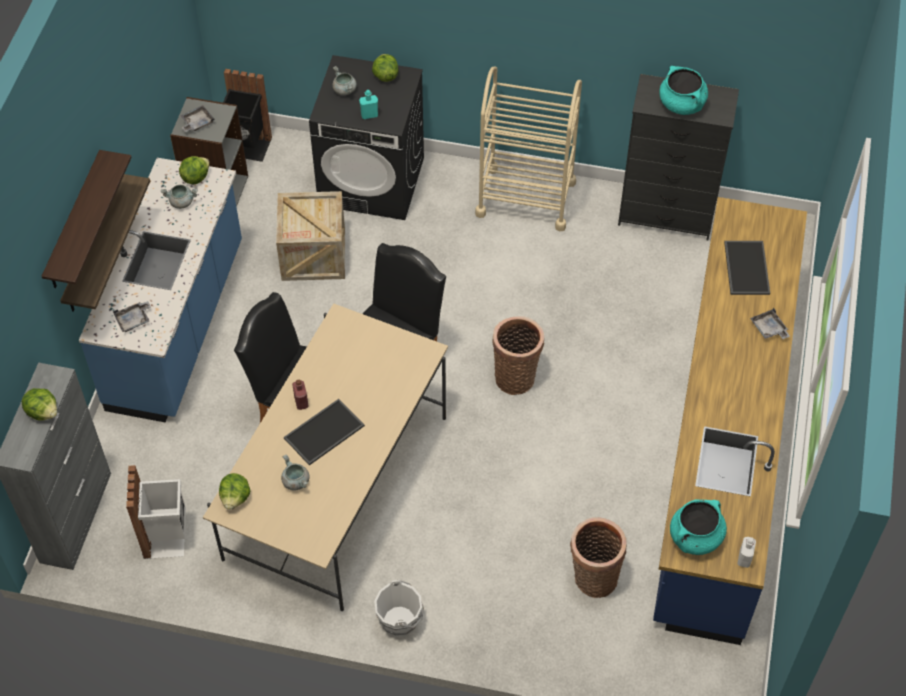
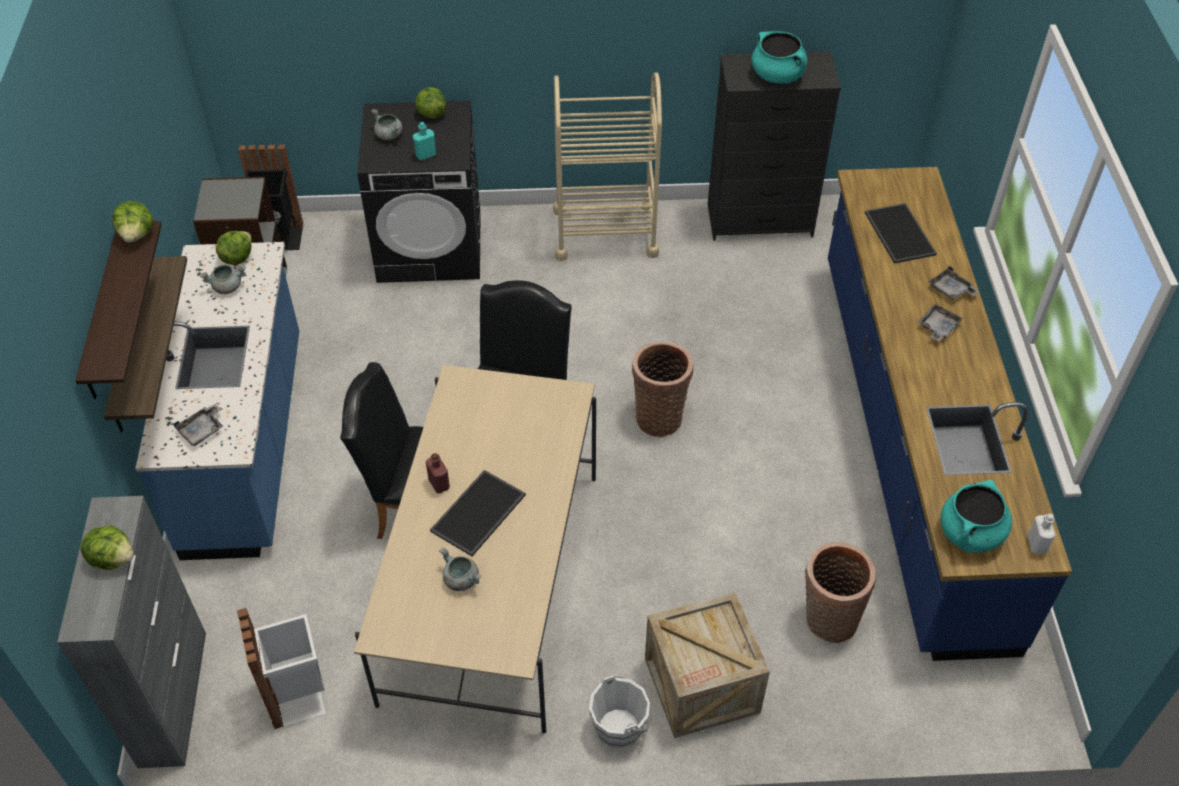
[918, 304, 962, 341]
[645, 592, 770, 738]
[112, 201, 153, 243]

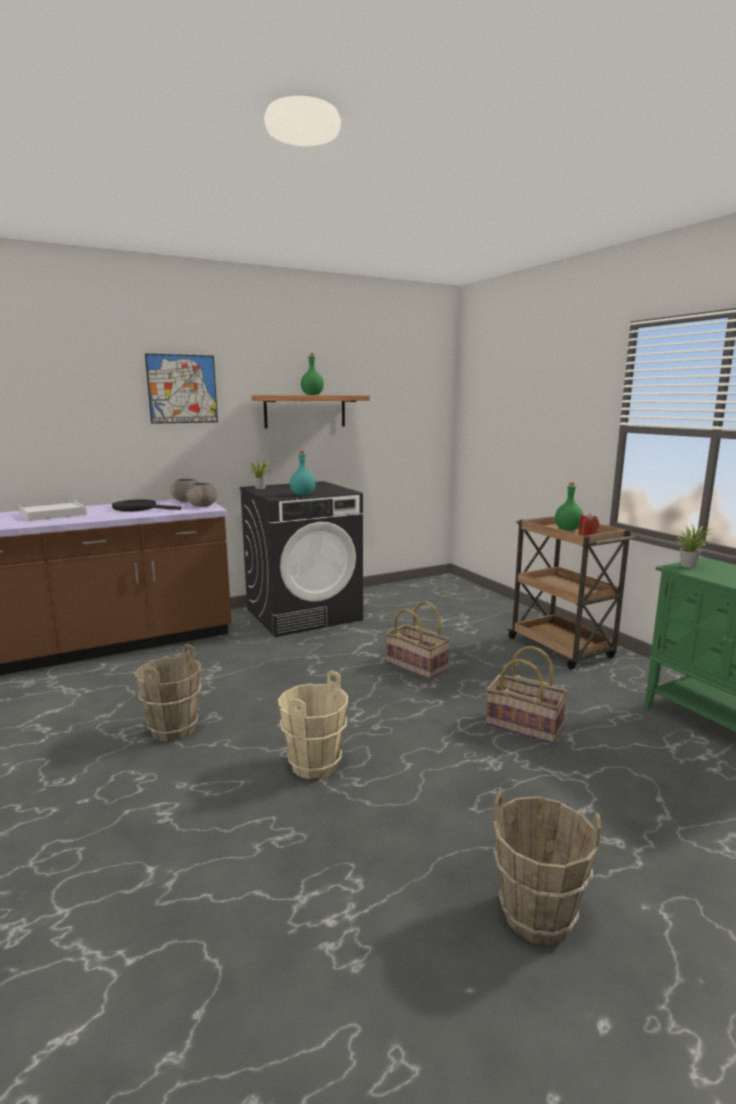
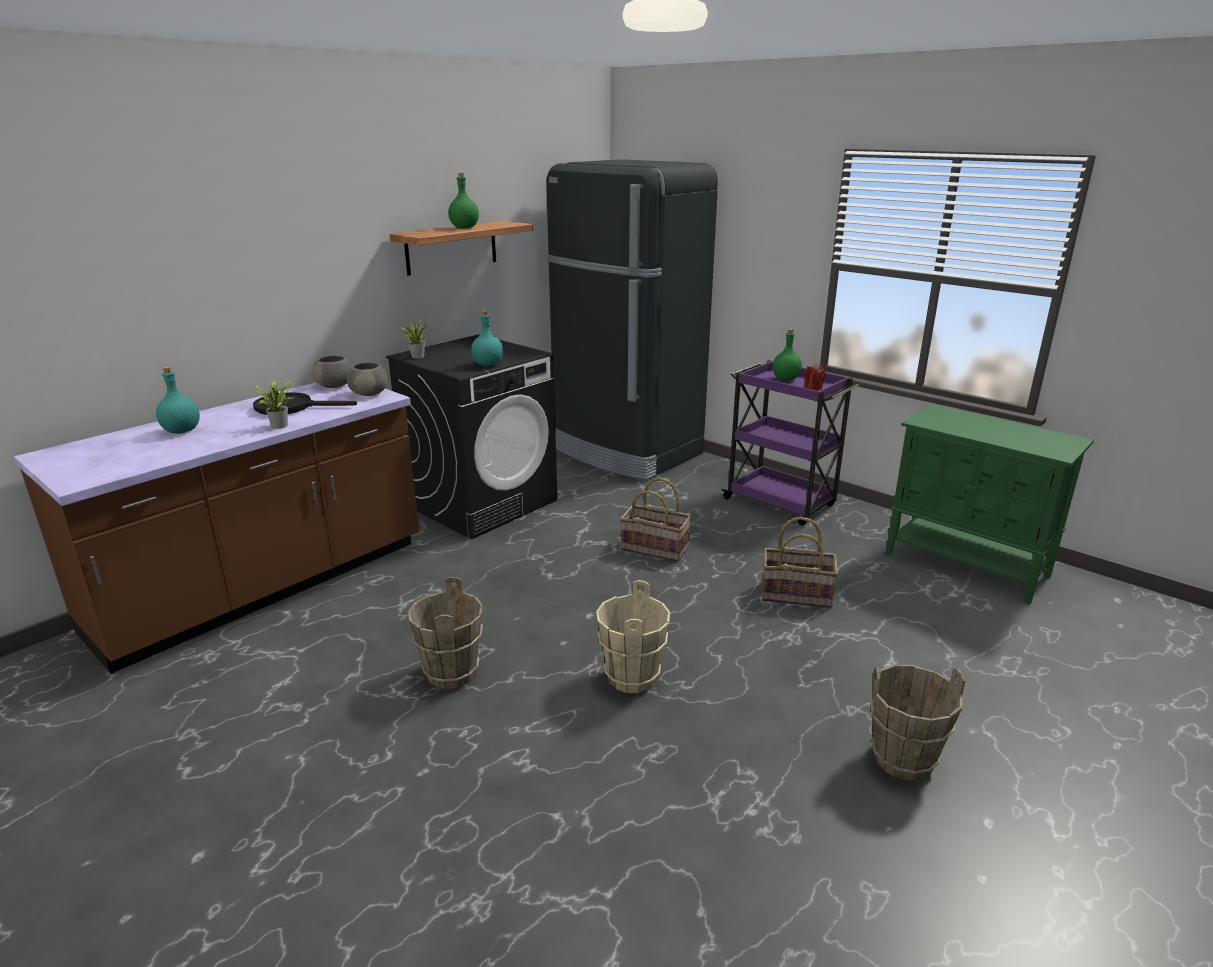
[145, 354, 218, 424] (first image)
[156, 367, 200, 434]
[721, 360, 859, 526]
[254, 379, 296, 429]
[546, 159, 718, 480]

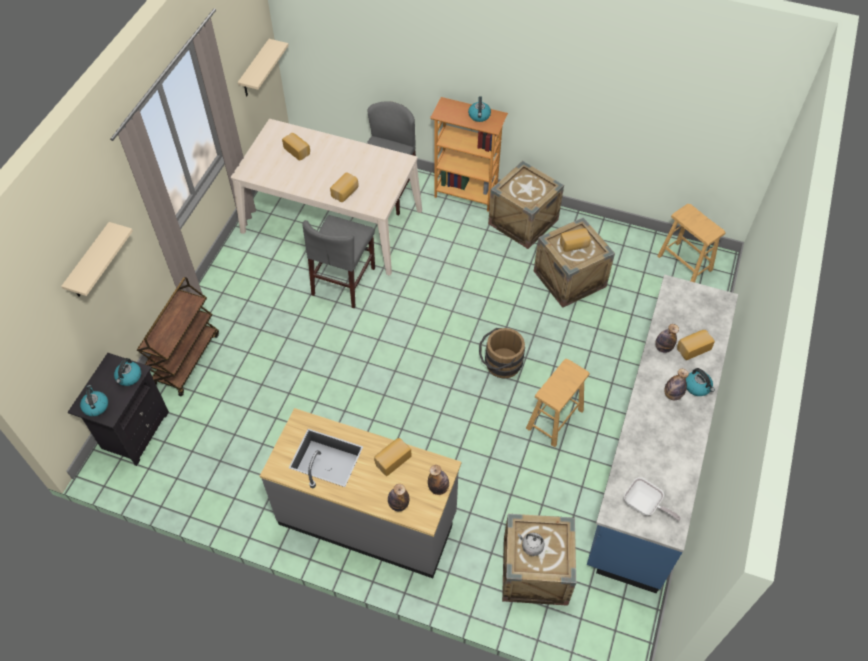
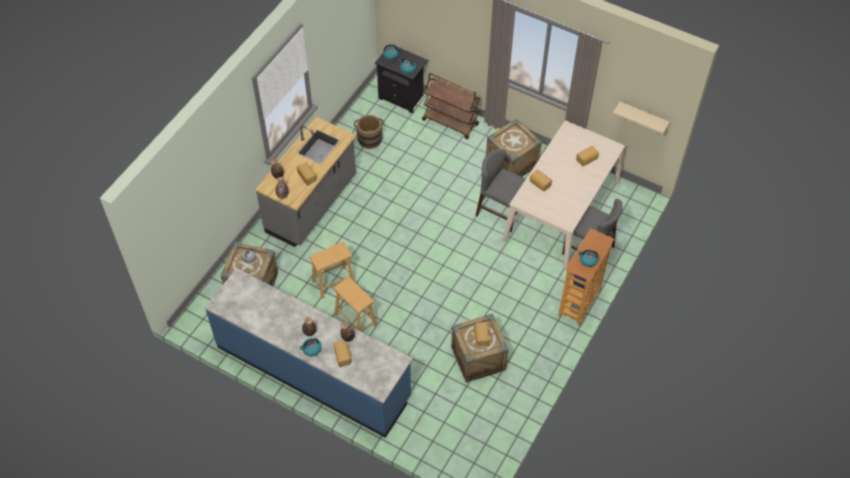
[486, 119, 542, 177]
[309, 242, 355, 299]
[61, 222, 133, 297] (first image)
[354, 115, 384, 149]
[624, 477, 681, 521] (first image)

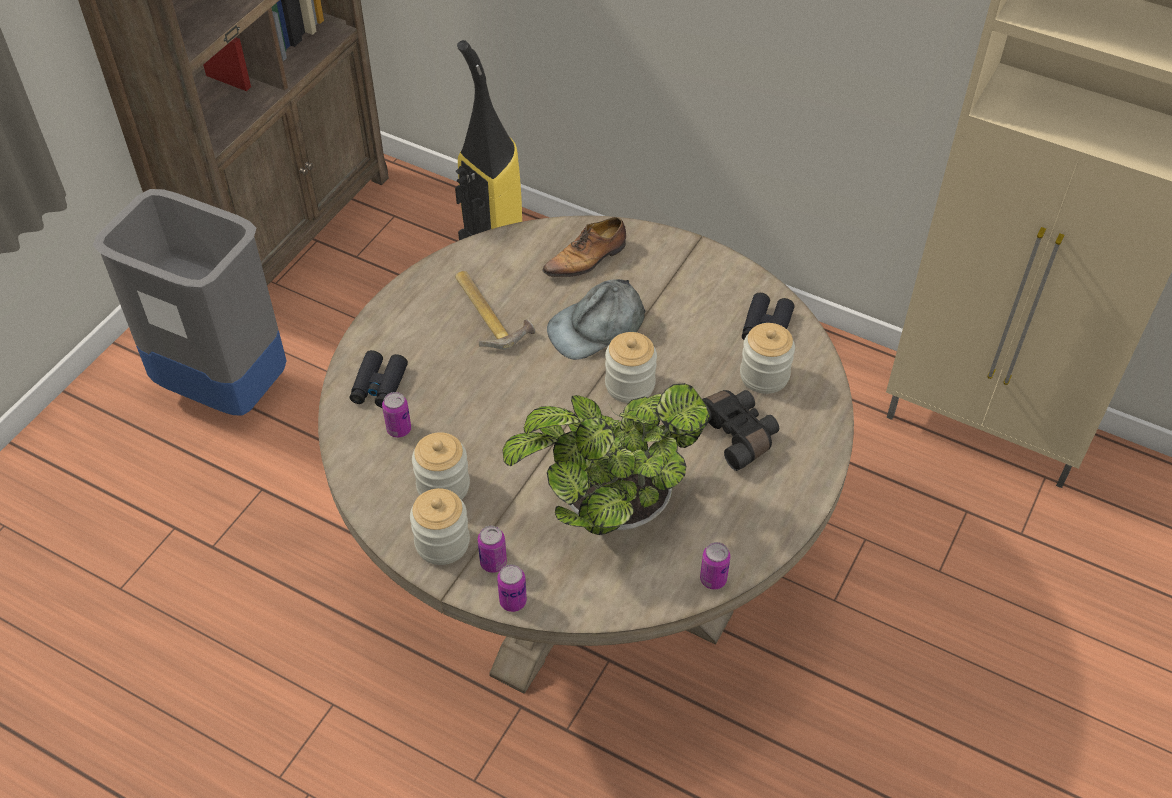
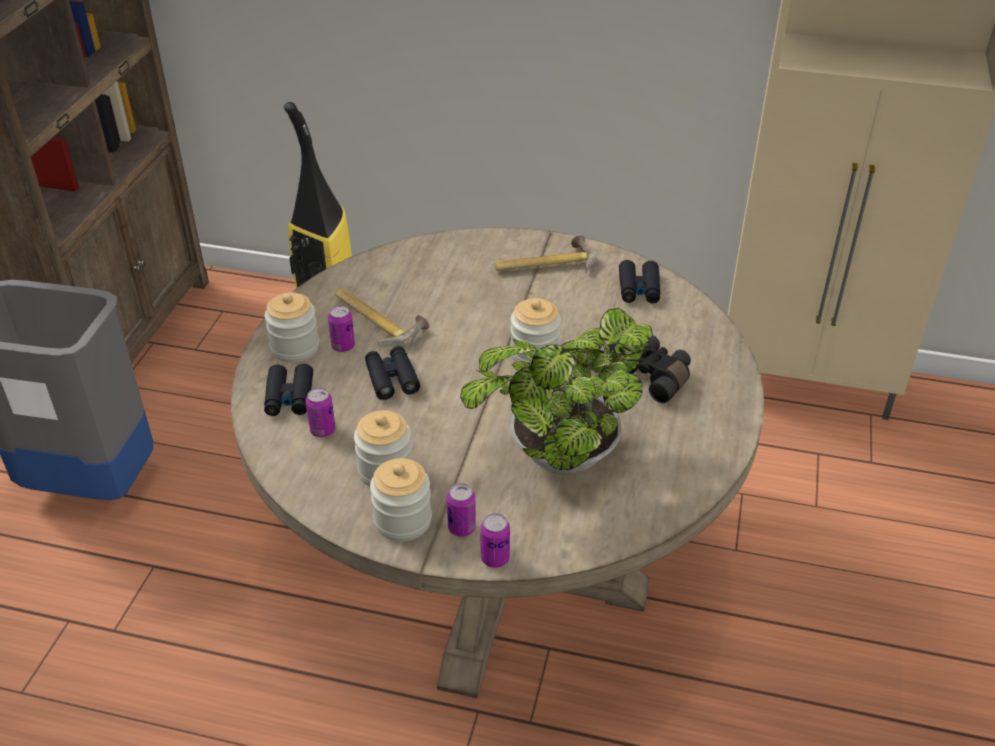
[542, 217, 626, 277] (first image)
[547, 279, 645, 360] (first image)
[265, 292, 319, 363]
[328, 306, 355, 352]
[494, 234, 596, 273]
[365, 346, 420, 400]

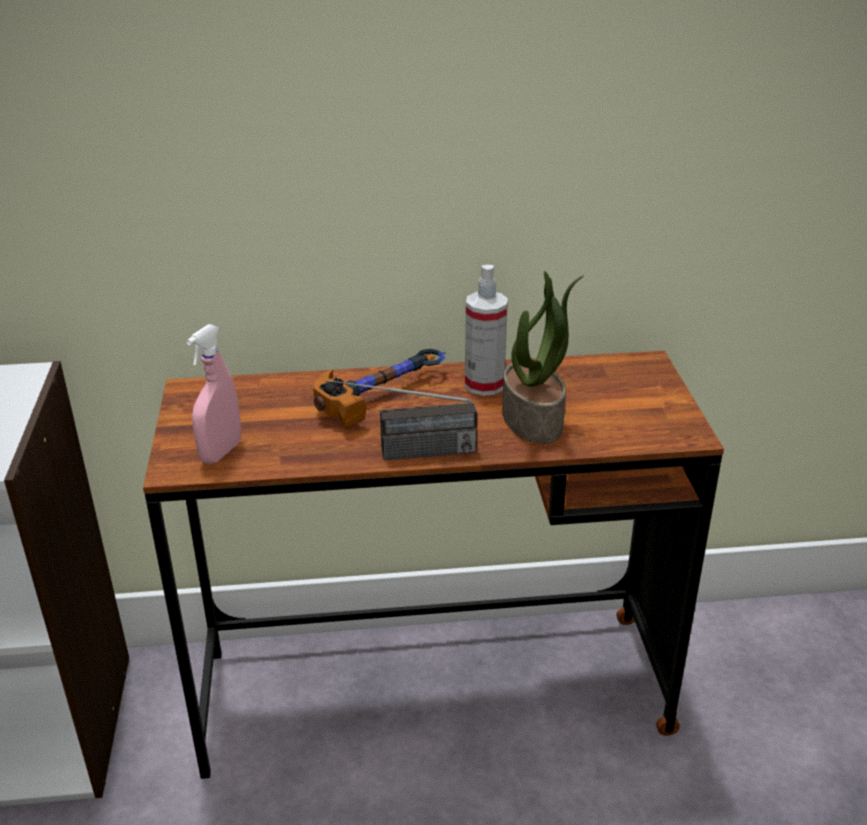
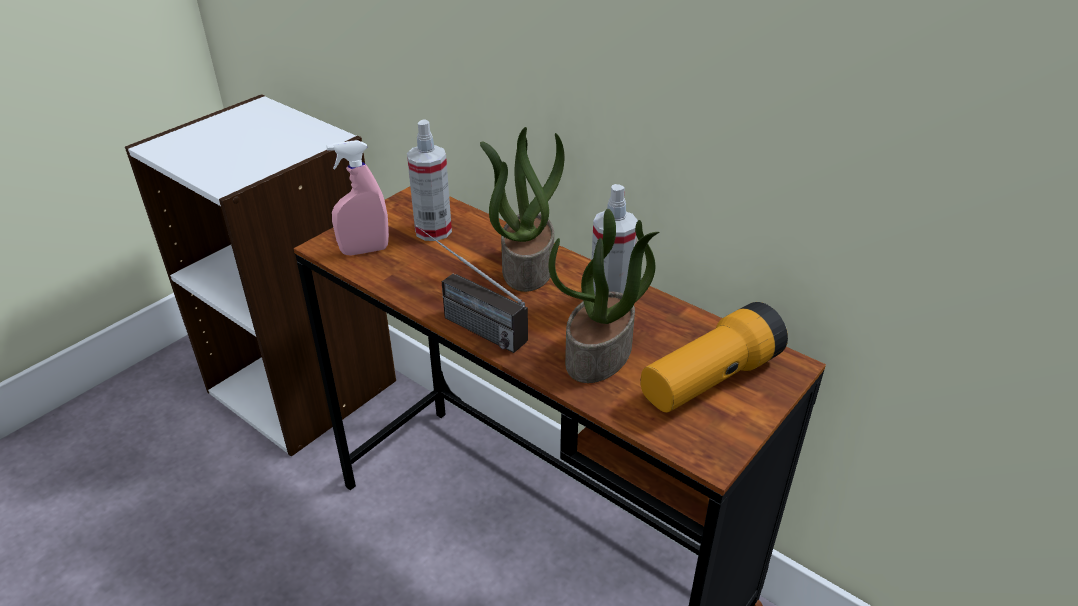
[480, 127, 564, 292]
[407, 120, 452, 241]
[641, 302, 788, 413]

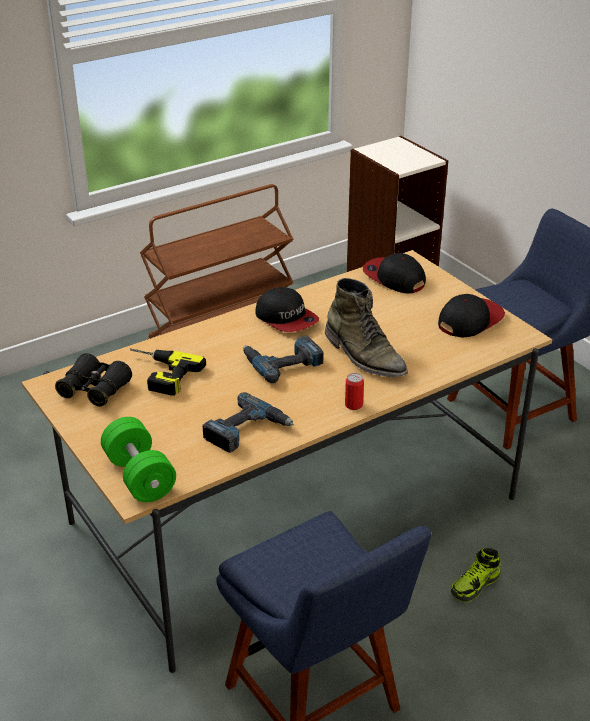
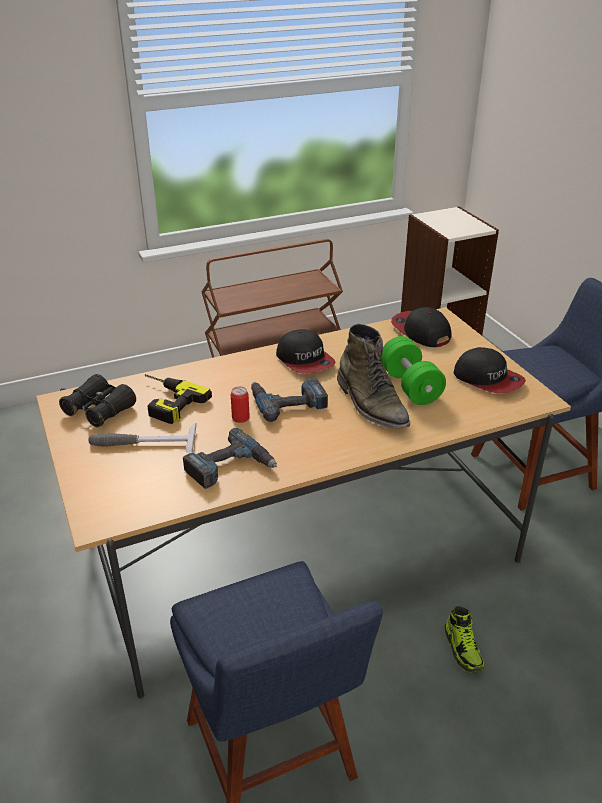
[454, 347, 526, 393]
[231, 386, 250, 423]
[381, 336, 446, 405]
[445, 606, 485, 673]
[88, 423, 196, 453]

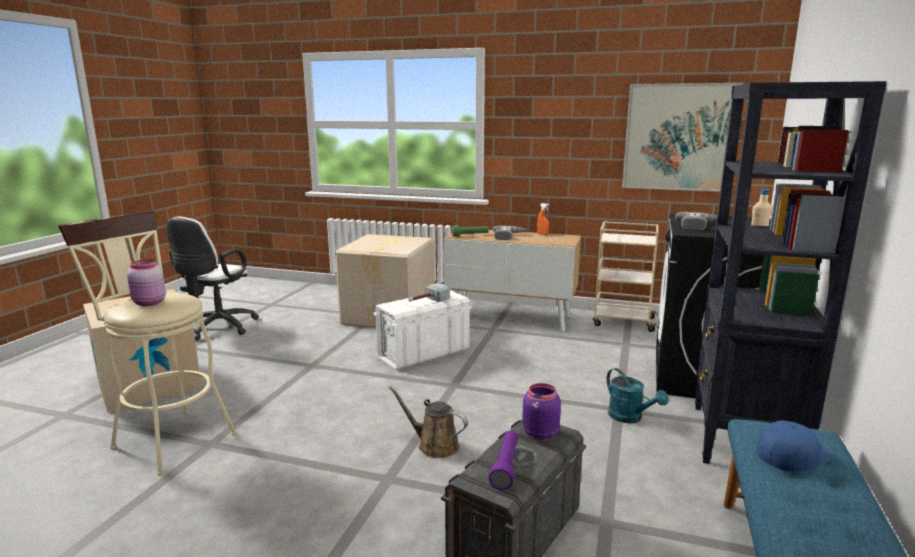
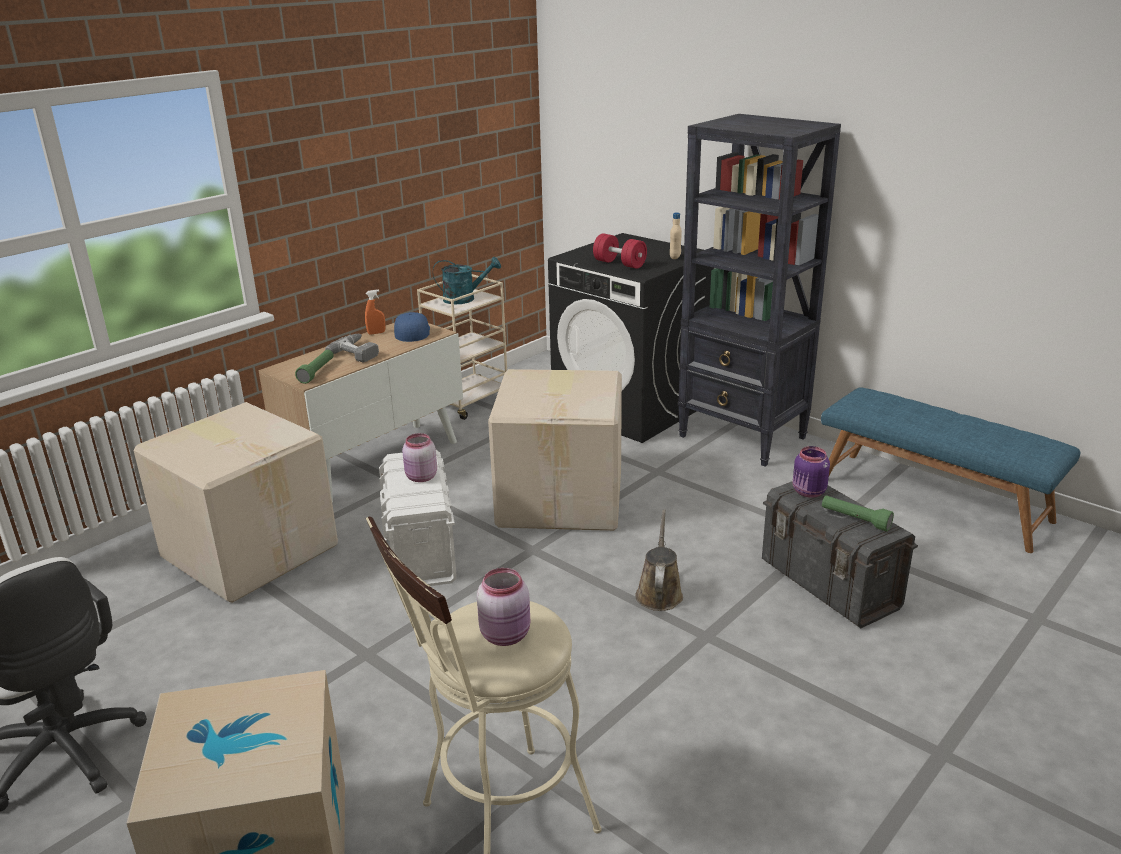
[622, 83, 744, 192] (first image)
[593, 234, 647, 269]
[402, 433, 437, 482]
[433, 257, 501, 304]
[635, 509, 683, 611]
[394, 312, 430, 342]
[822, 495, 894, 532]
[488, 369, 622, 531]

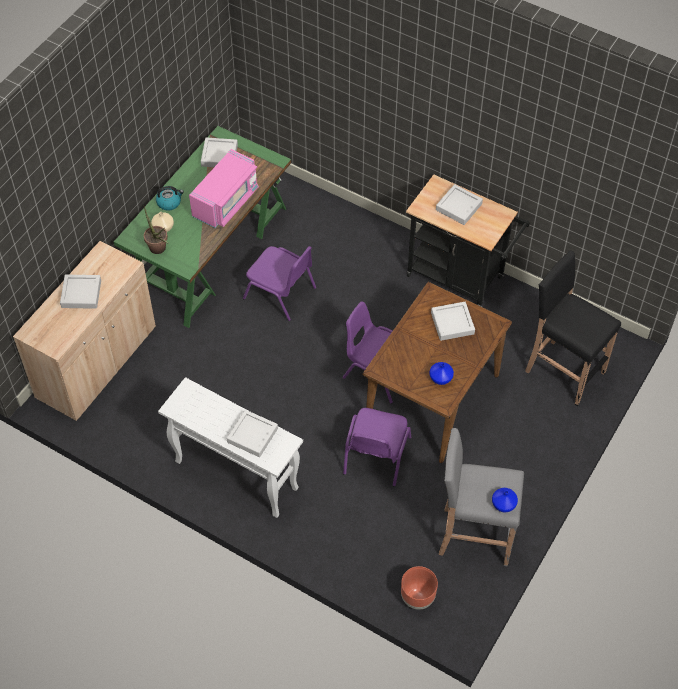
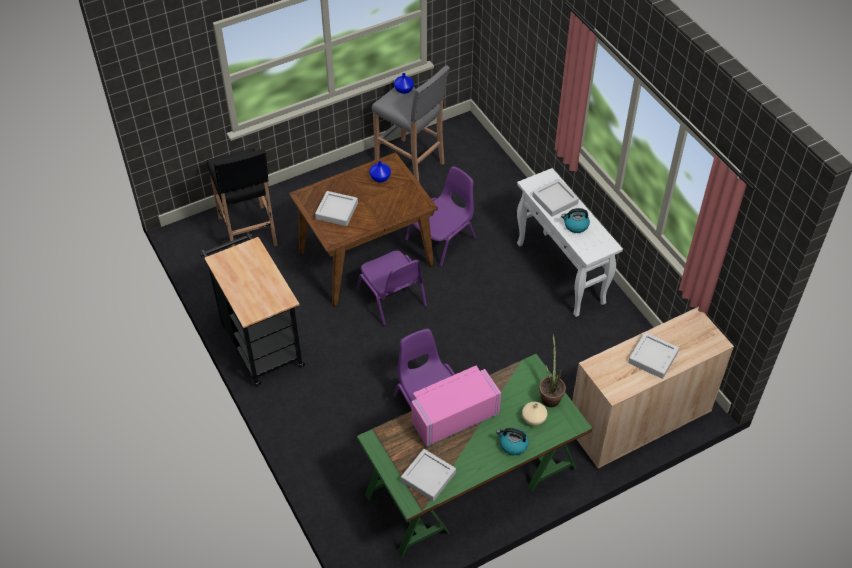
[436, 184, 483, 225] (first image)
[401, 566, 438, 610] (first image)
[561, 208, 590, 233]

